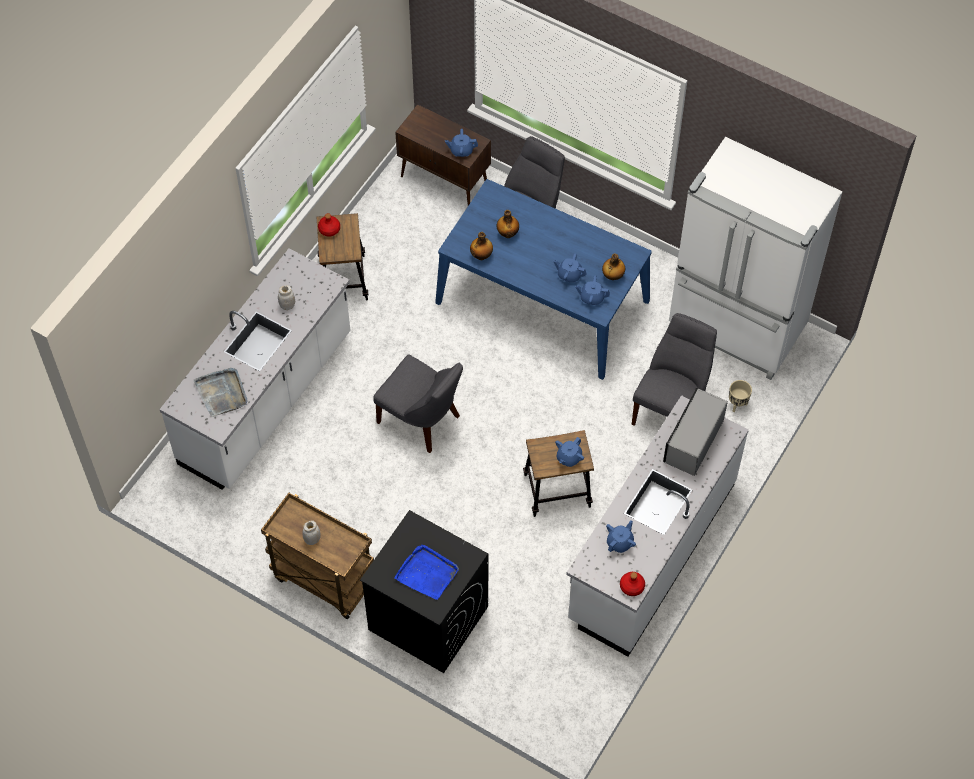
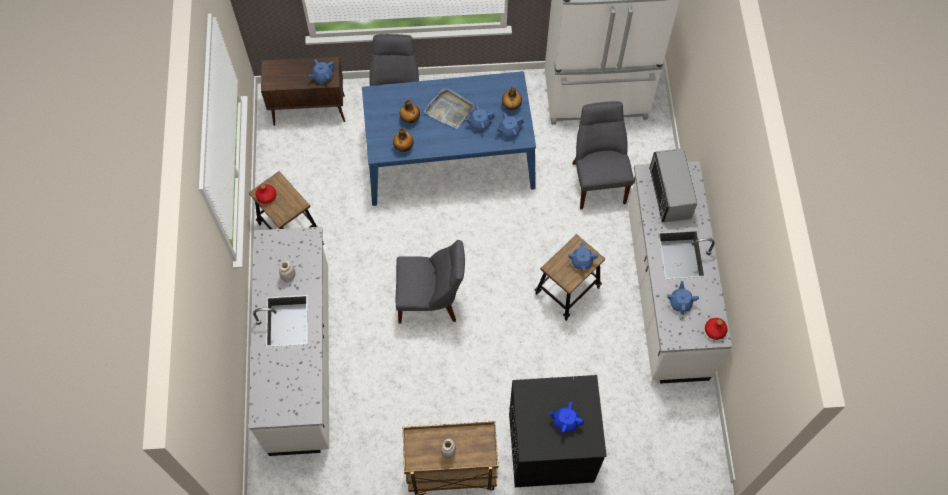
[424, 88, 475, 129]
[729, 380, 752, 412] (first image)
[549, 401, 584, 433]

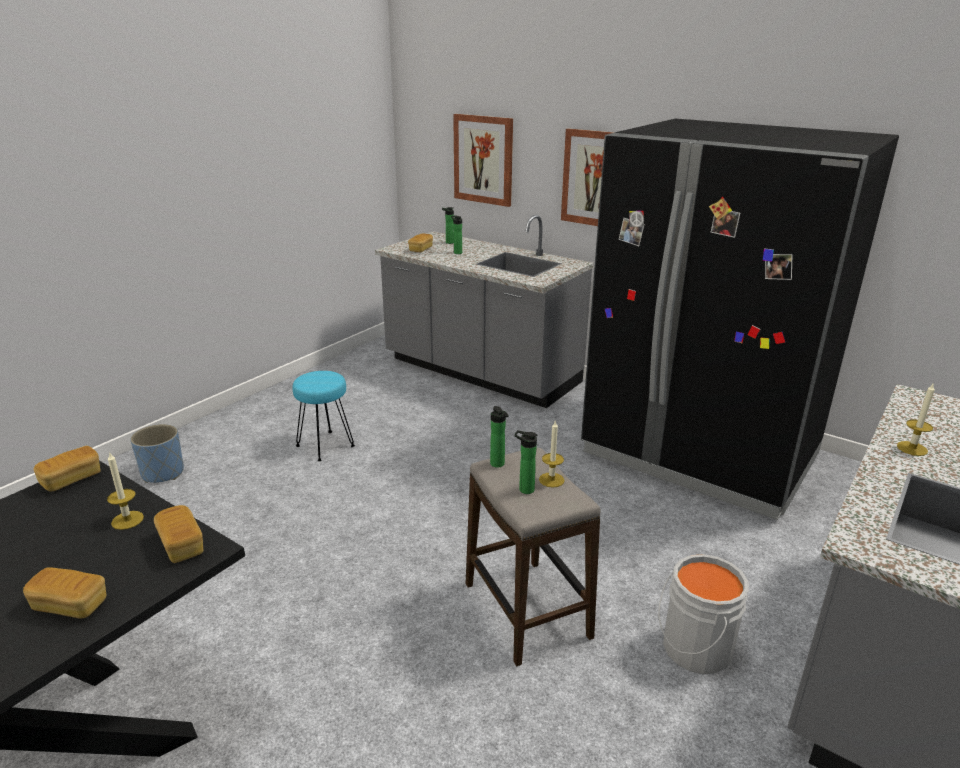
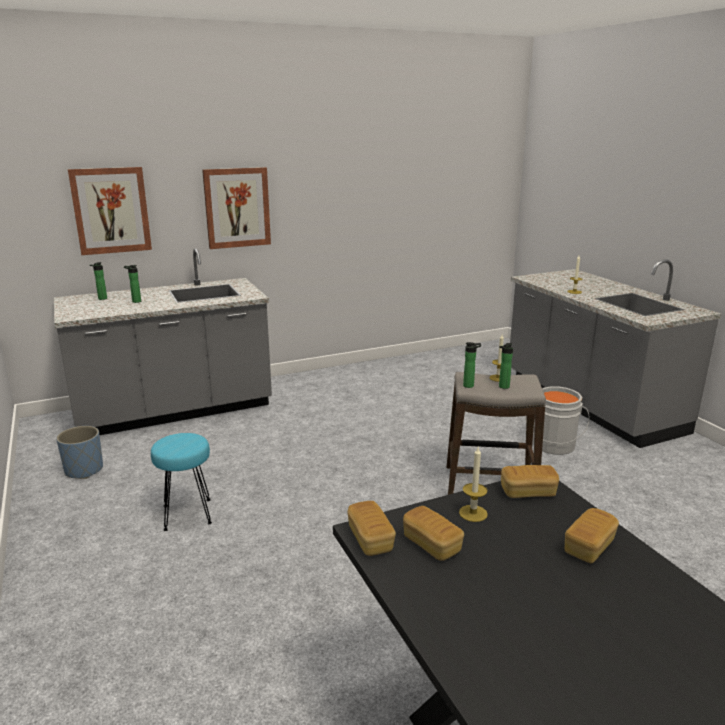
[581, 119, 899, 520] (first image)
[403, 506, 464, 561]
[56, 426, 103, 479]

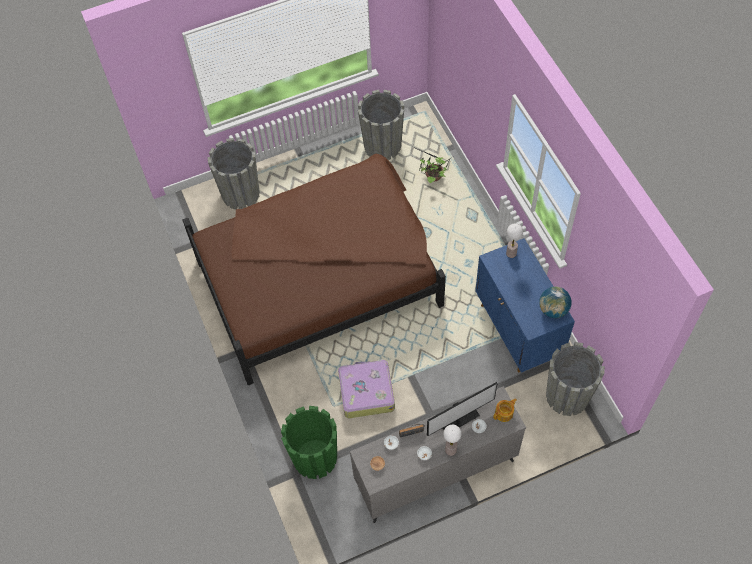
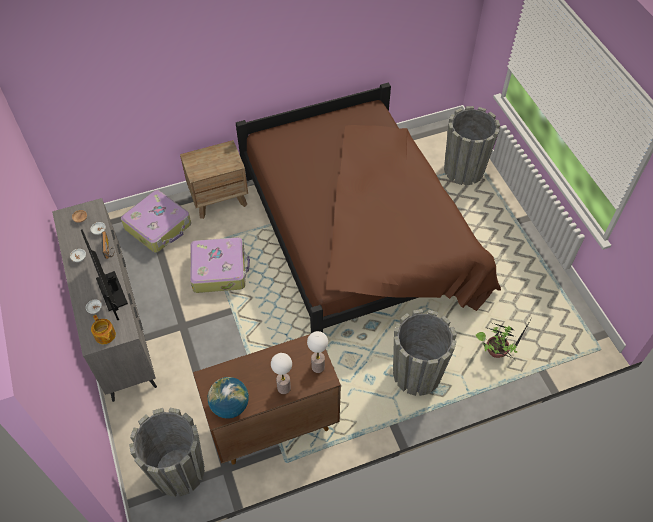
[393, 309, 457, 396]
[193, 334, 341, 465]
[121, 190, 191, 253]
[271, 353, 292, 394]
[180, 140, 248, 219]

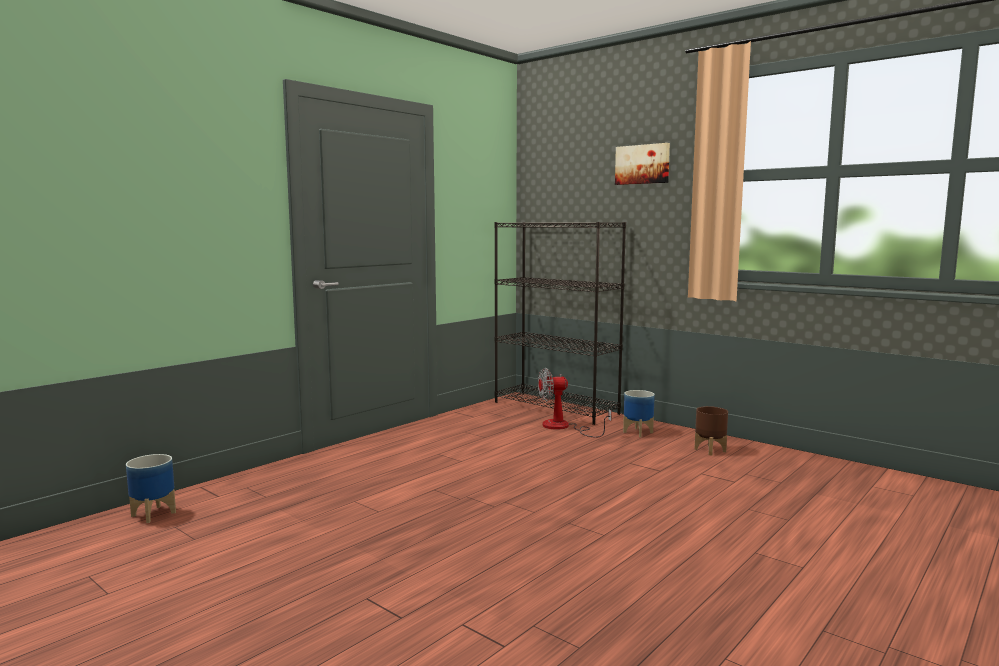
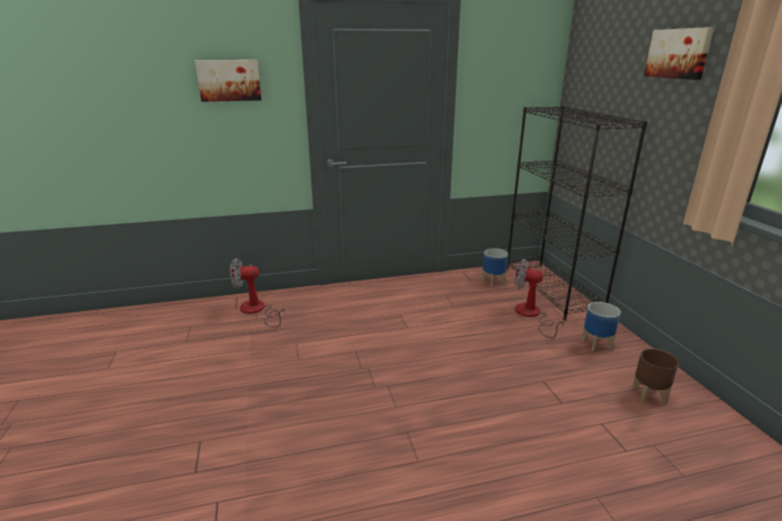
[482, 248, 508, 287]
[195, 60, 262, 102]
[230, 258, 285, 327]

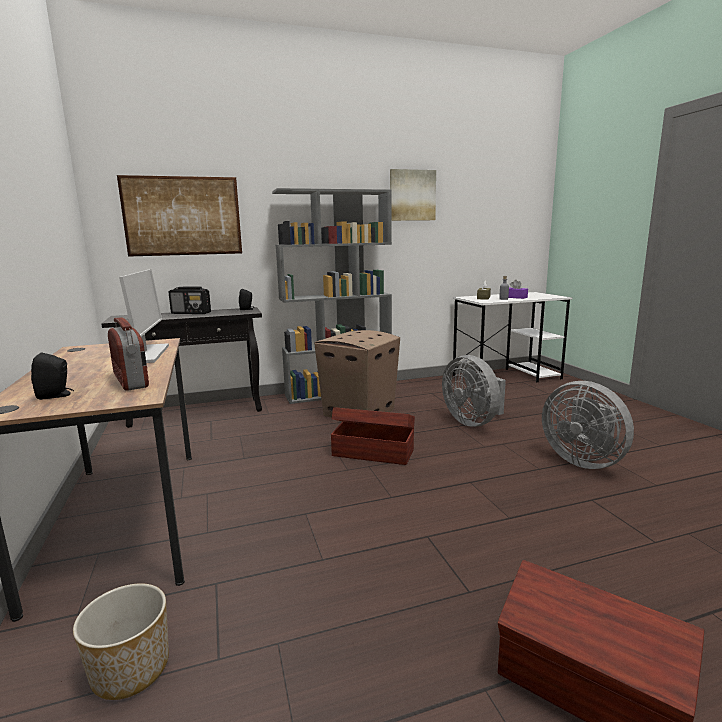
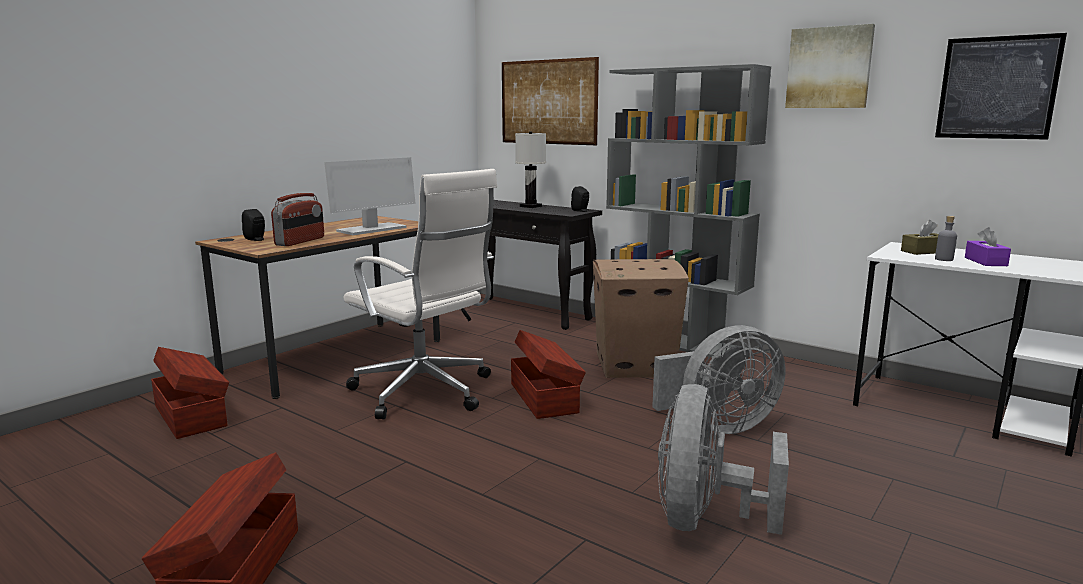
[515, 132, 546, 208]
[652, 325, 785, 434]
[151, 347, 229, 439]
[935, 33, 1067, 140]
[344, 169, 497, 419]

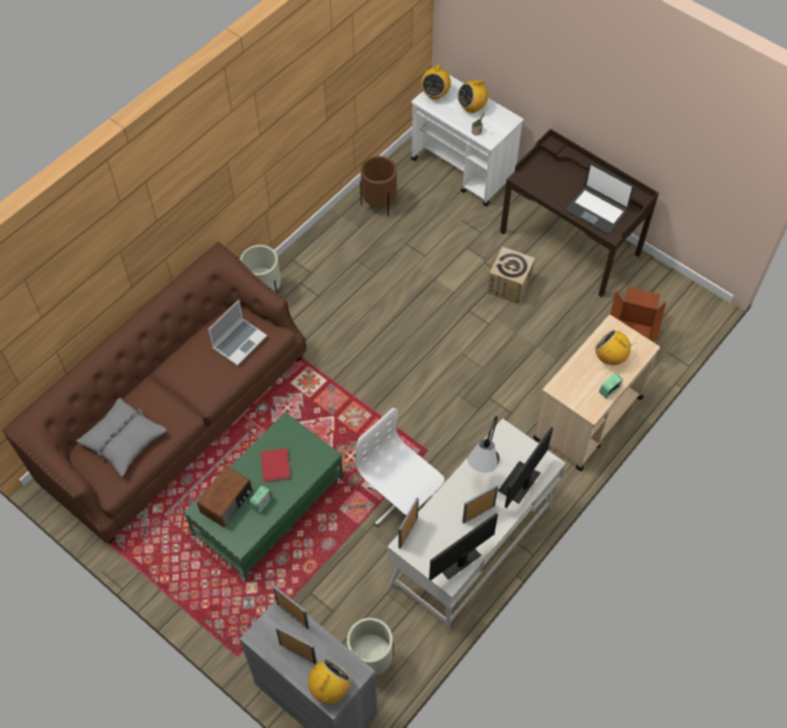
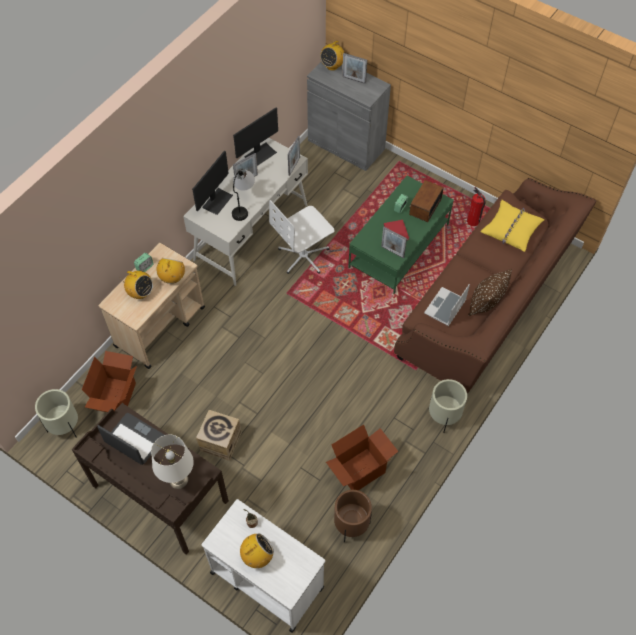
[156, 258, 185, 284]
[481, 200, 544, 252]
[269, 200, 335, 274]
[381, 227, 407, 259]
[35, 389, 78, 437]
[467, 187, 486, 226]
[468, 269, 512, 316]
[326, 424, 399, 490]
[151, 435, 194, 489]

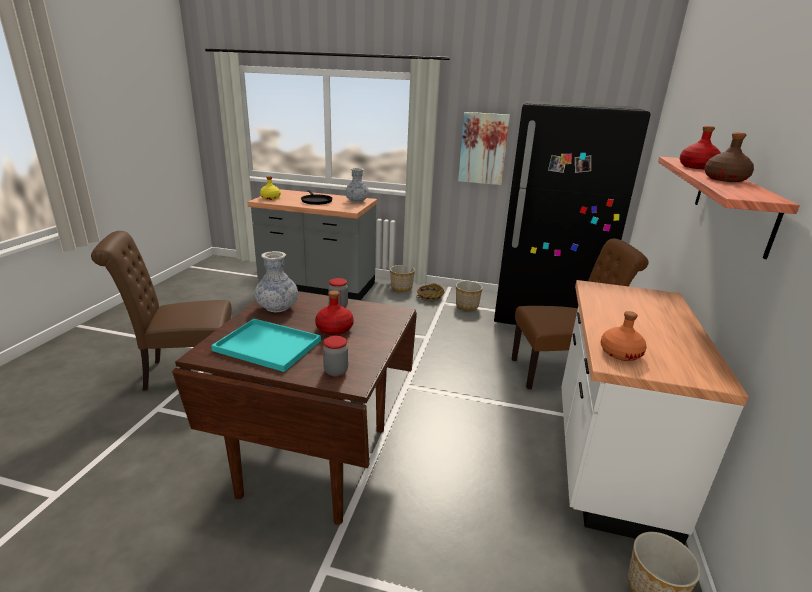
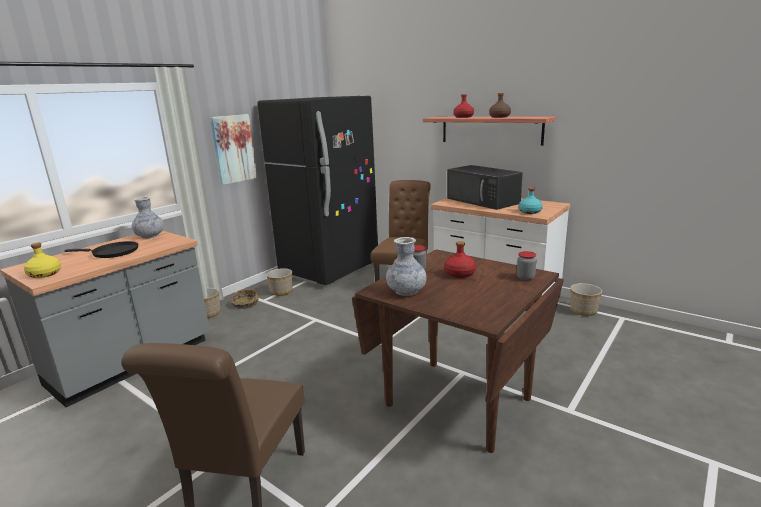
[519, 187, 543, 214]
[211, 319, 321, 372] (first image)
[447, 165, 523, 210]

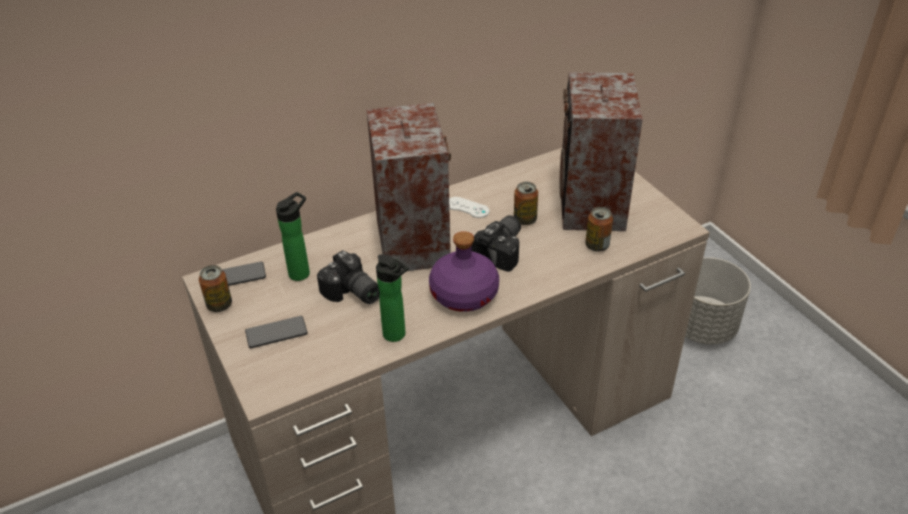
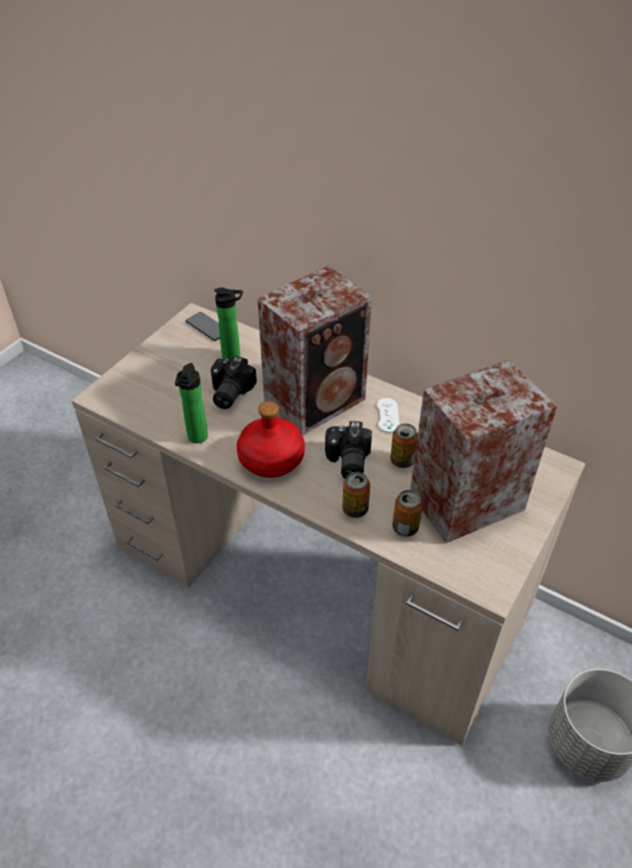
[325, 421, 372, 479]
[237, 401, 305, 478]
[342, 472, 370, 518]
[245, 316, 308, 348] (first image)

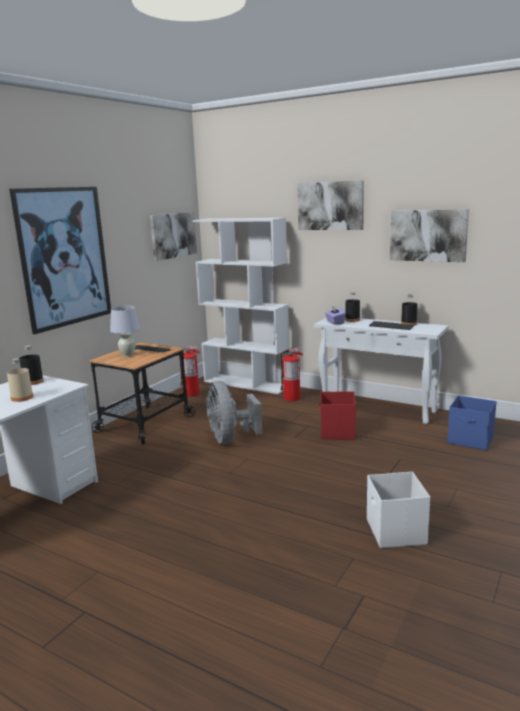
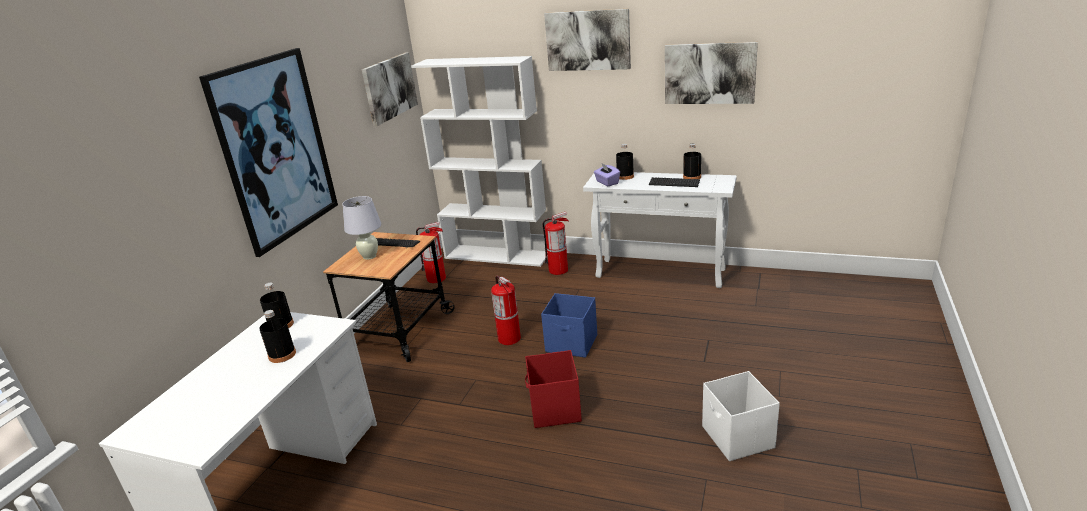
[259, 310, 296, 363]
[491, 276, 521, 345]
[525, 350, 582, 428]
[541, 293, 597, 358]

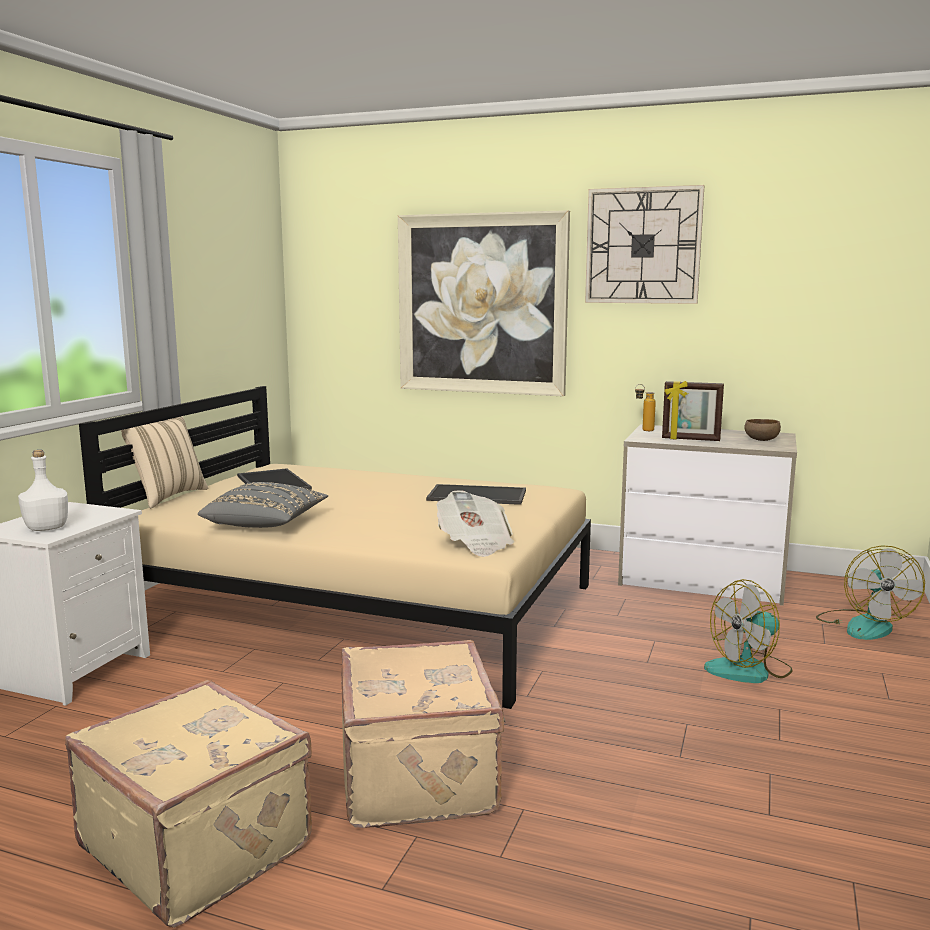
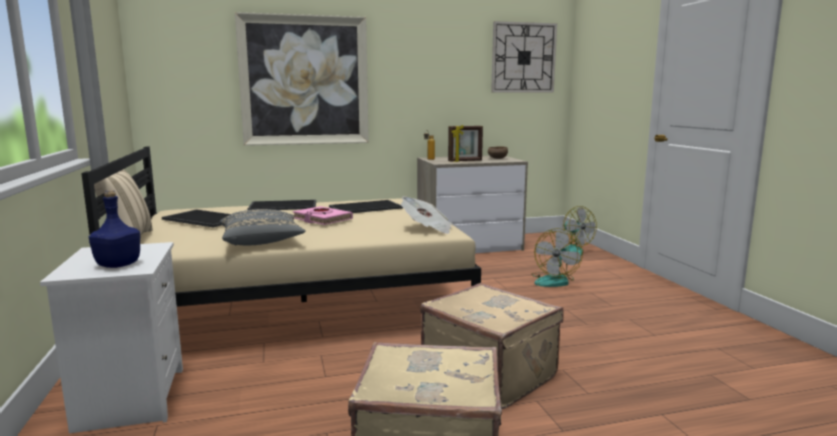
[491, 21, 557, 92]
[89, 190, 140, 268]
[247, 200, 316, 210]
[293, 206, 353, 225]

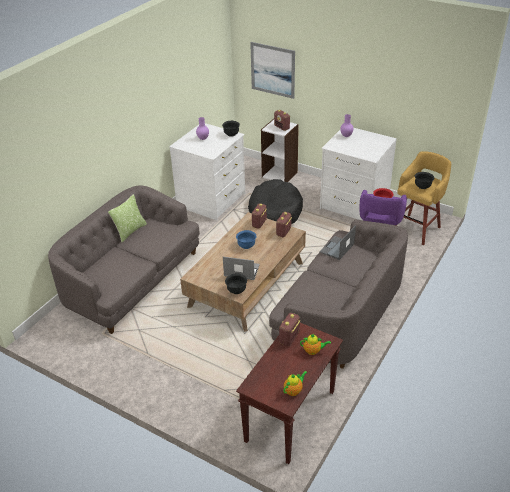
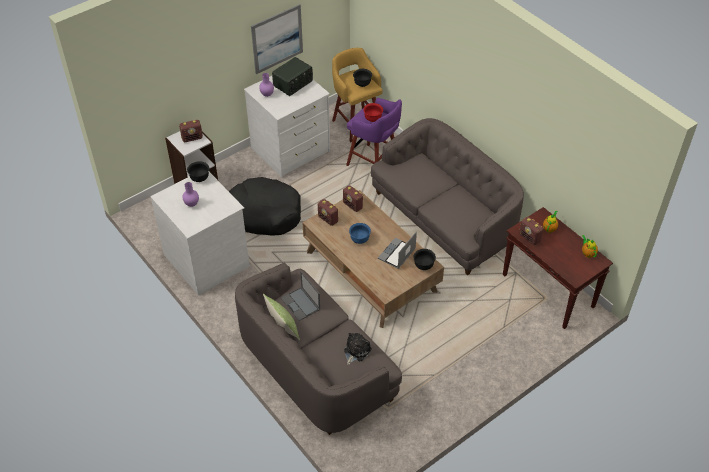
[251, 4, 303, 74]
[281, 271, 320, 321]
[272, 57, 313, 96]
[344, 333, 372, 365]

